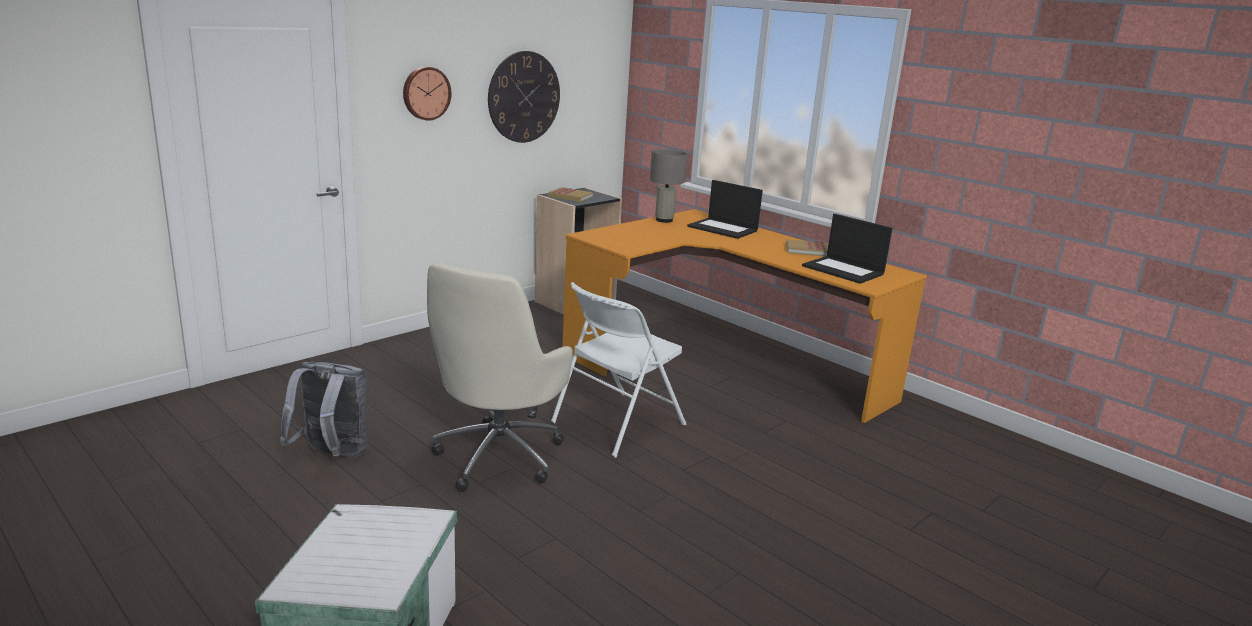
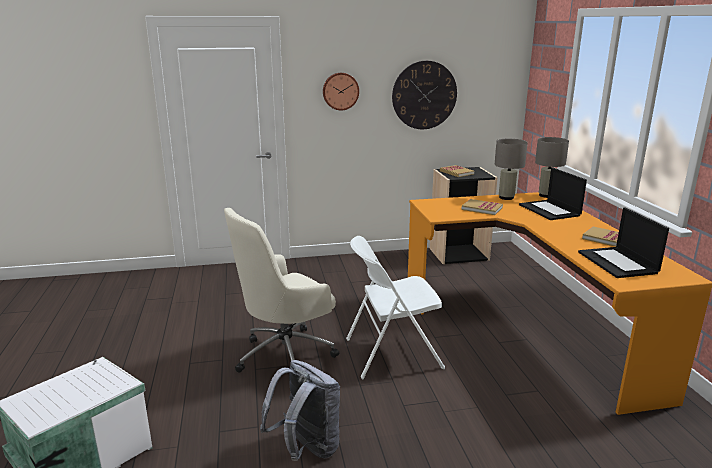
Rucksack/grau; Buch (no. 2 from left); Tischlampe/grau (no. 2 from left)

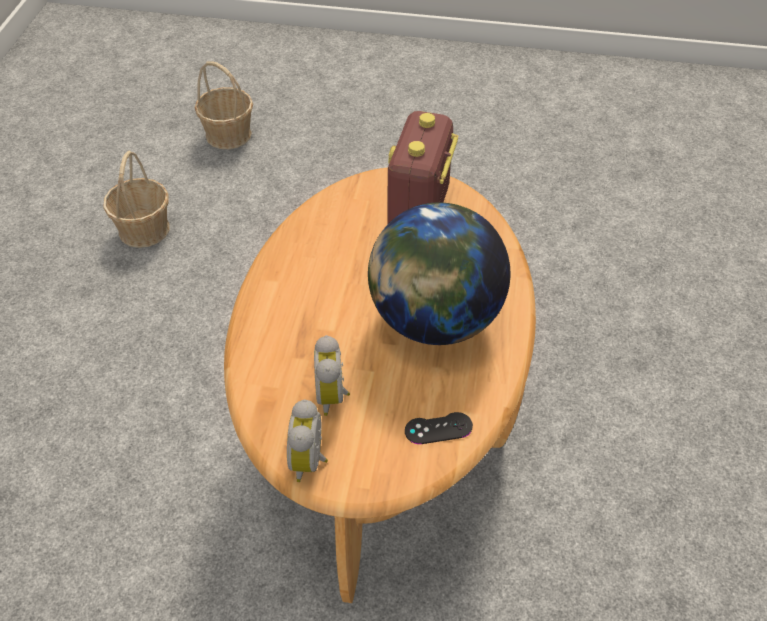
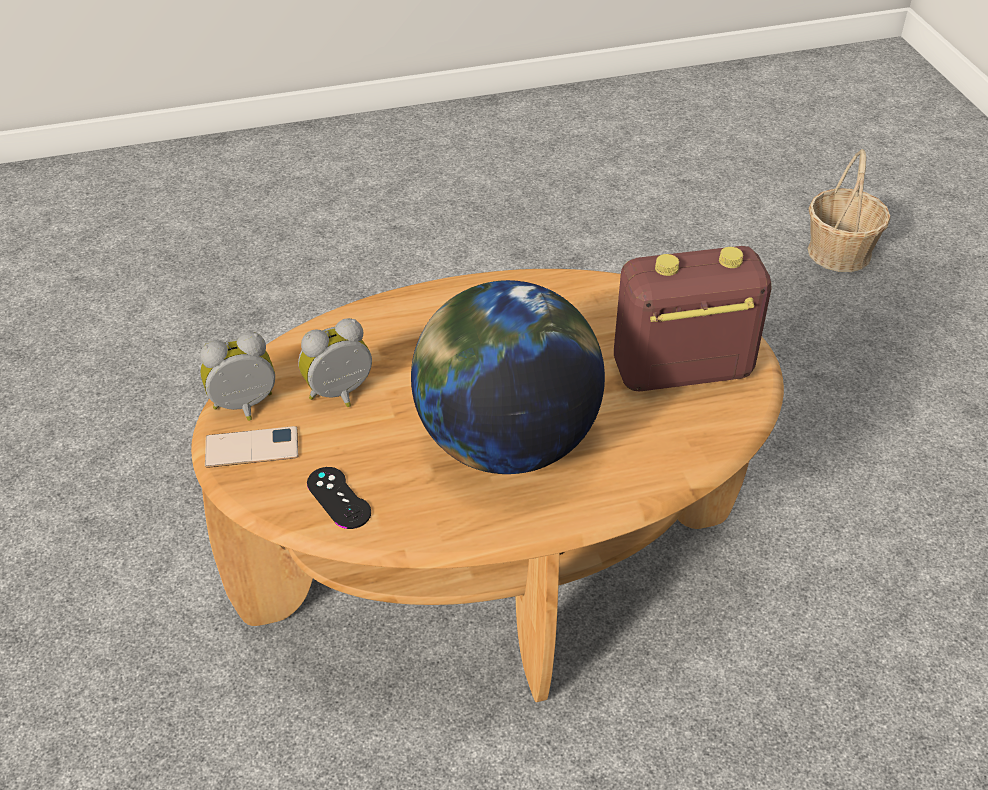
Korb (no. 1 from left in the first image); Handy

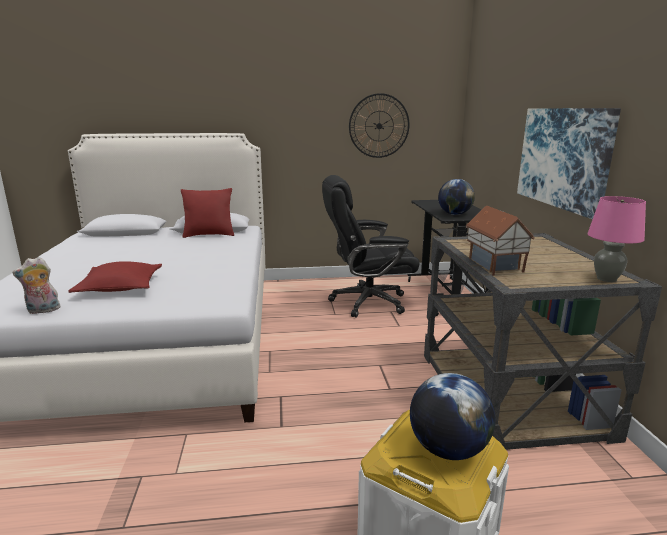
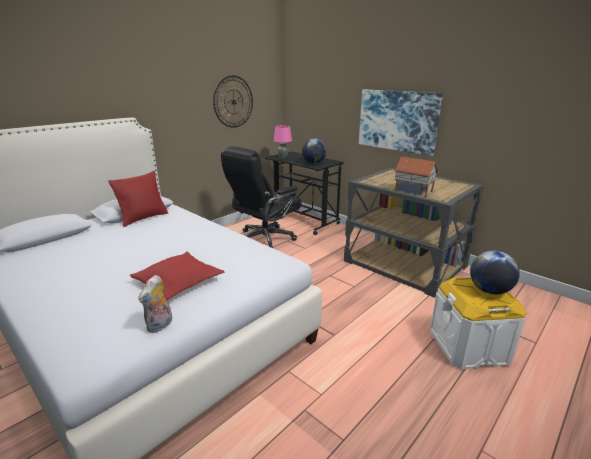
Tischlampe/rosa

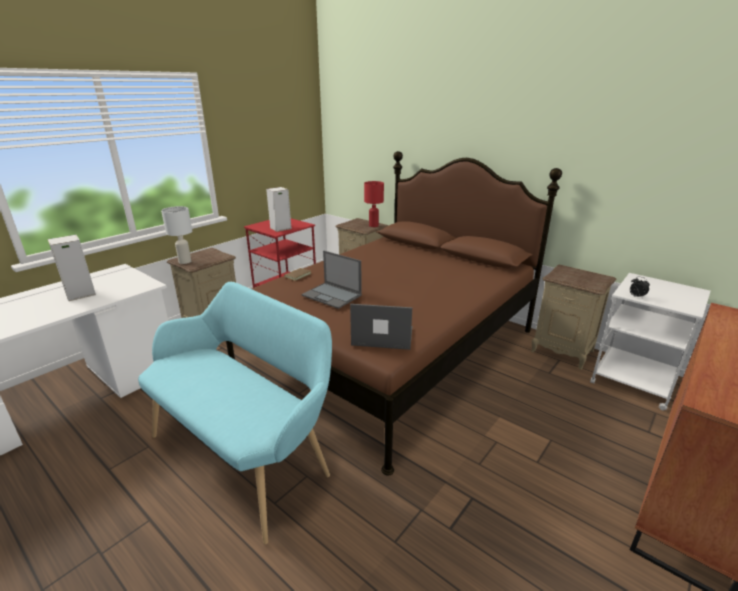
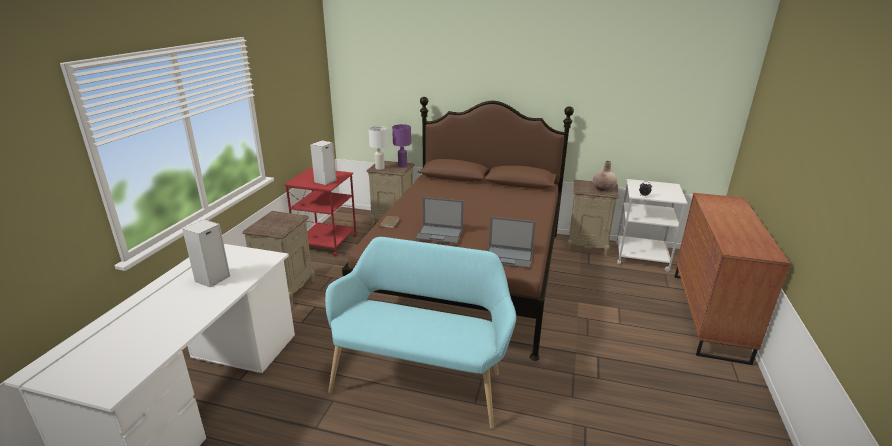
Tischlampe/weiß; Laptop (no. 2 from left); Tischlampe/lila; Vase/beige

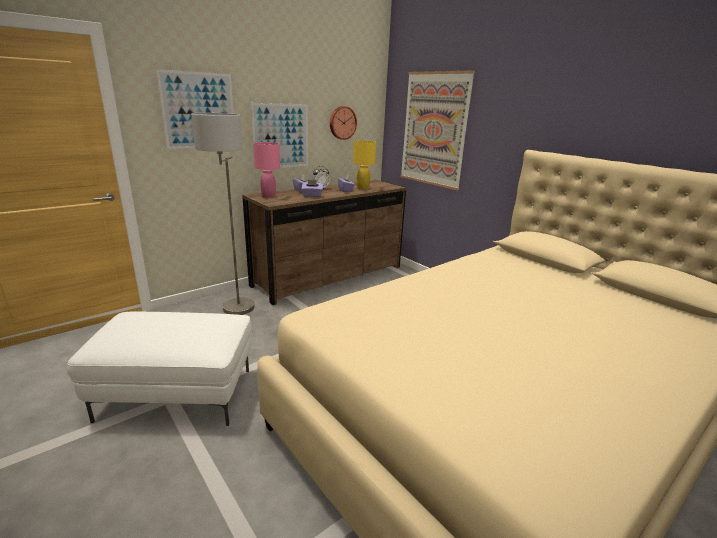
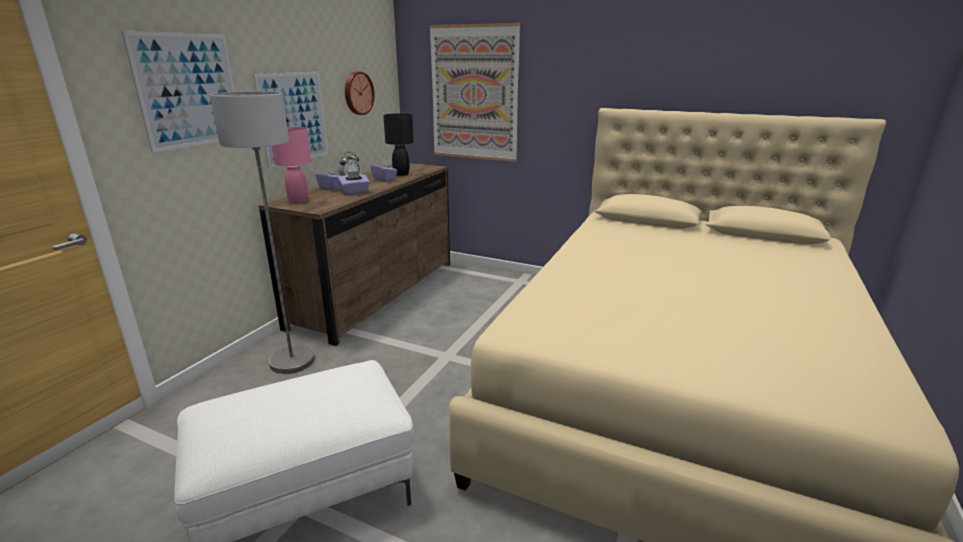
Tischlampe/schwarz

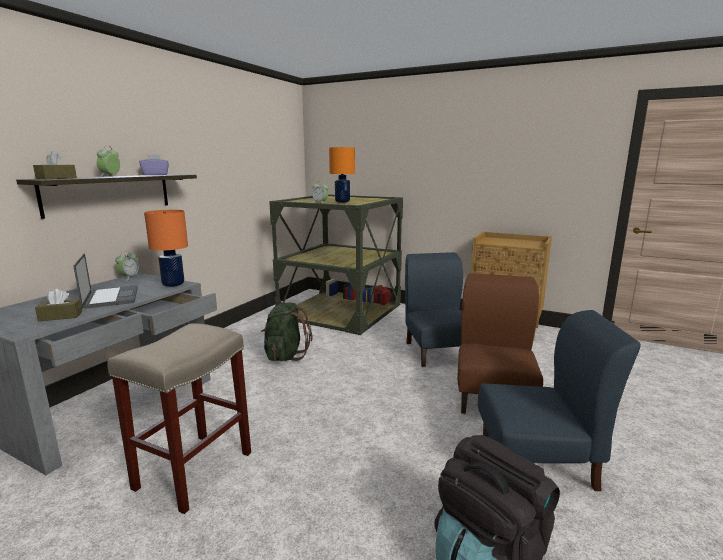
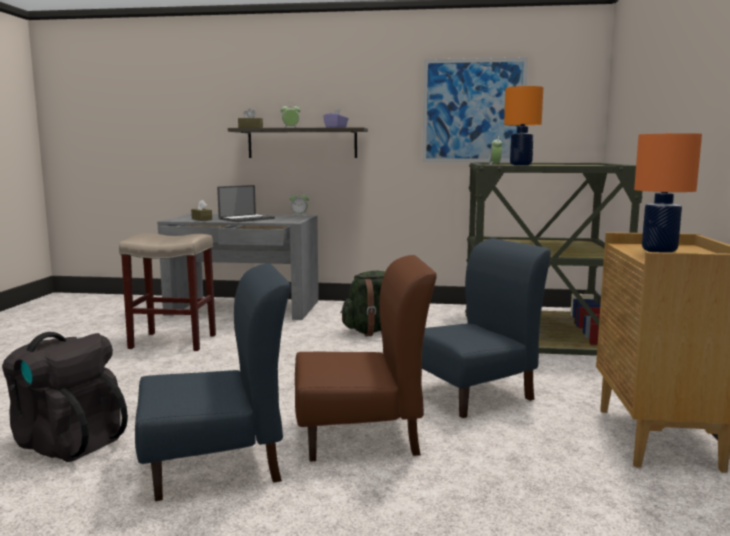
Tischlampe/orange (no. 2 from left); Stuhl/blau (no. 1 from left); Bild

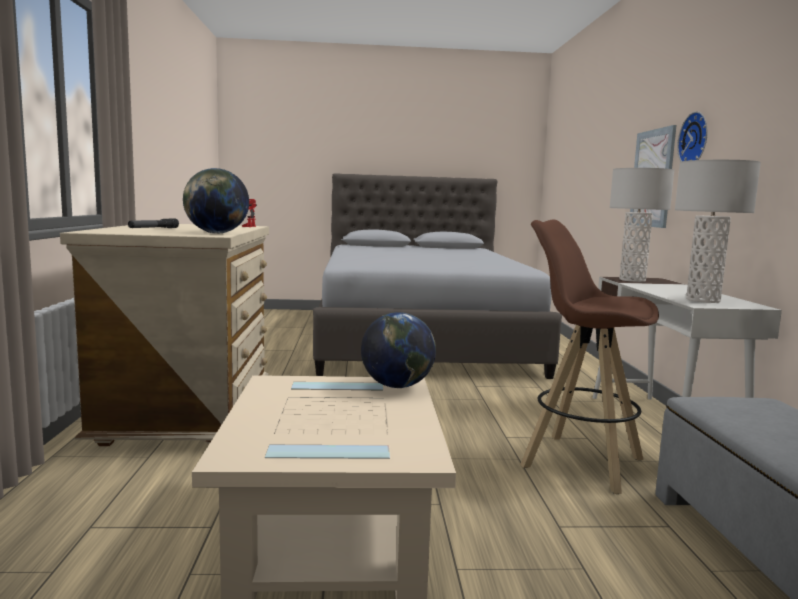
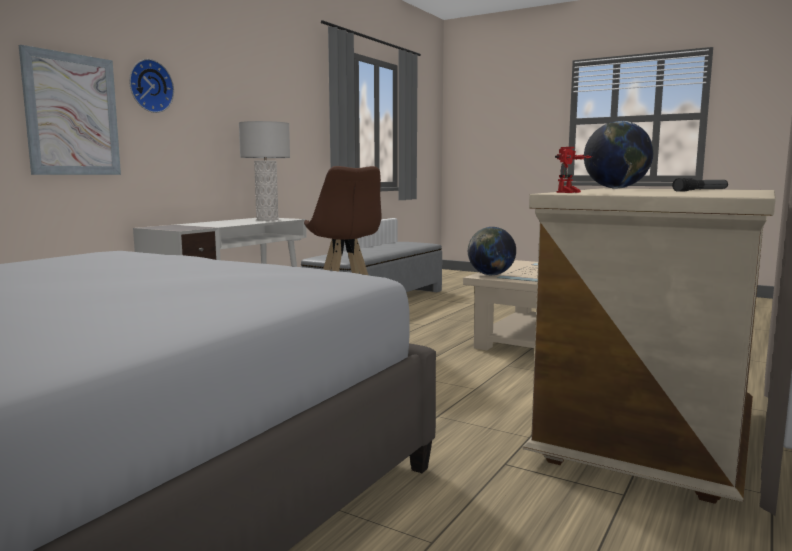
Tischlampe/weiß (no. 1 from left in the first image)

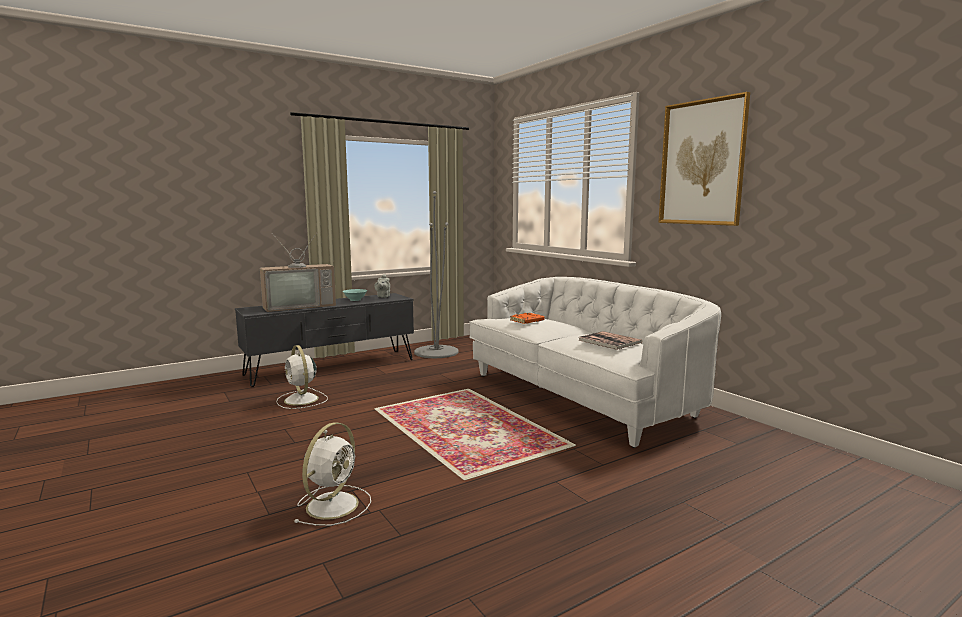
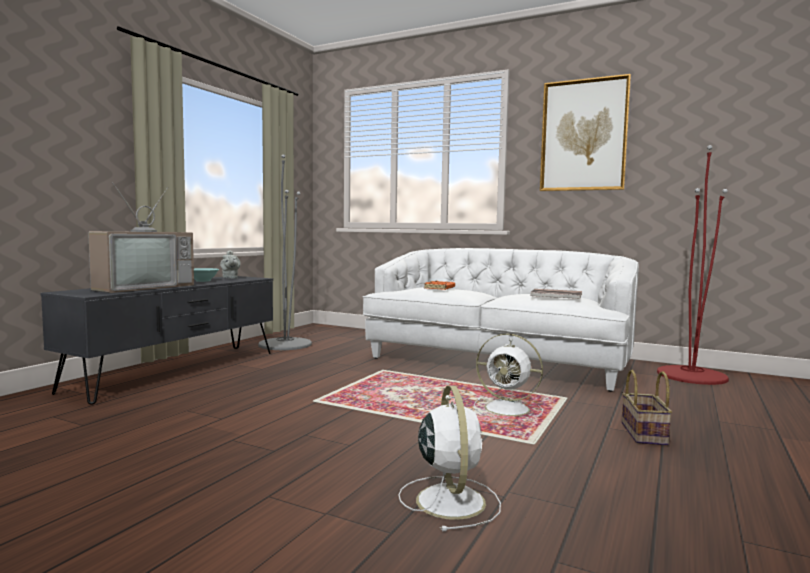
Ventilator/weiß (no. 2 from left); Korb; Stehlampe/rot

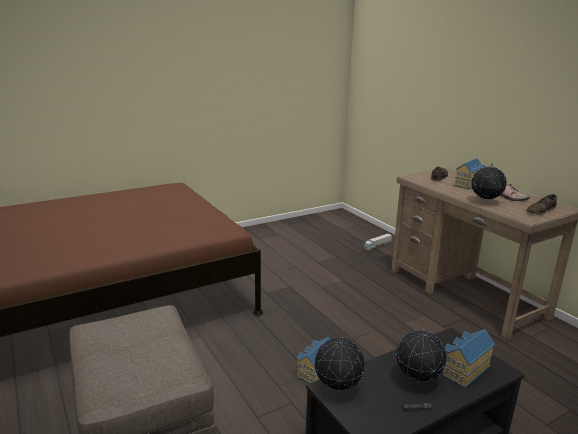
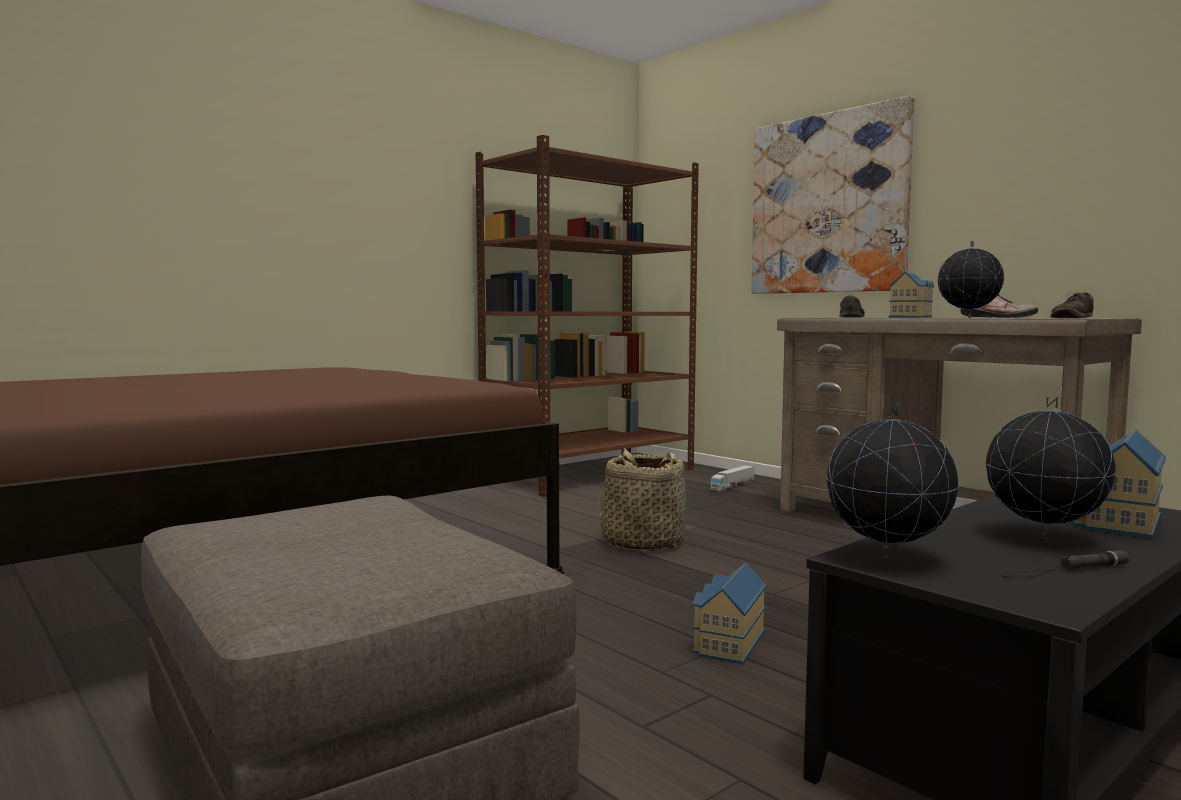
Bücherregal/braun; Korb; Bild

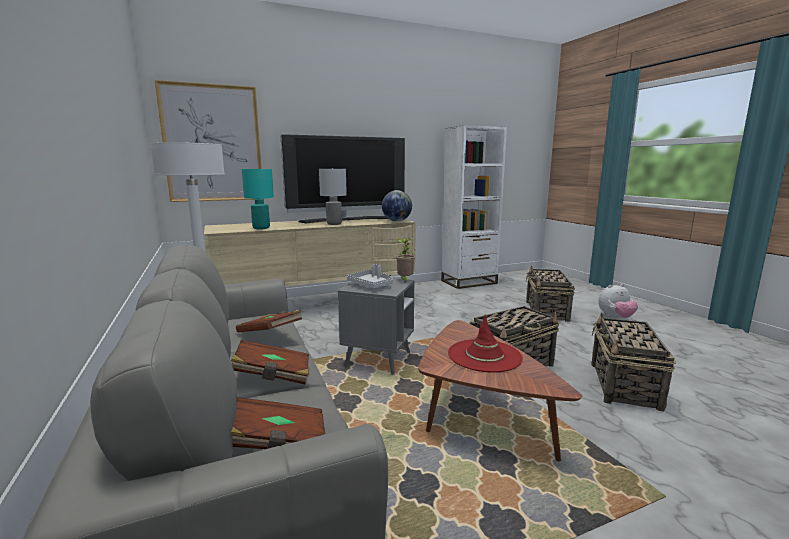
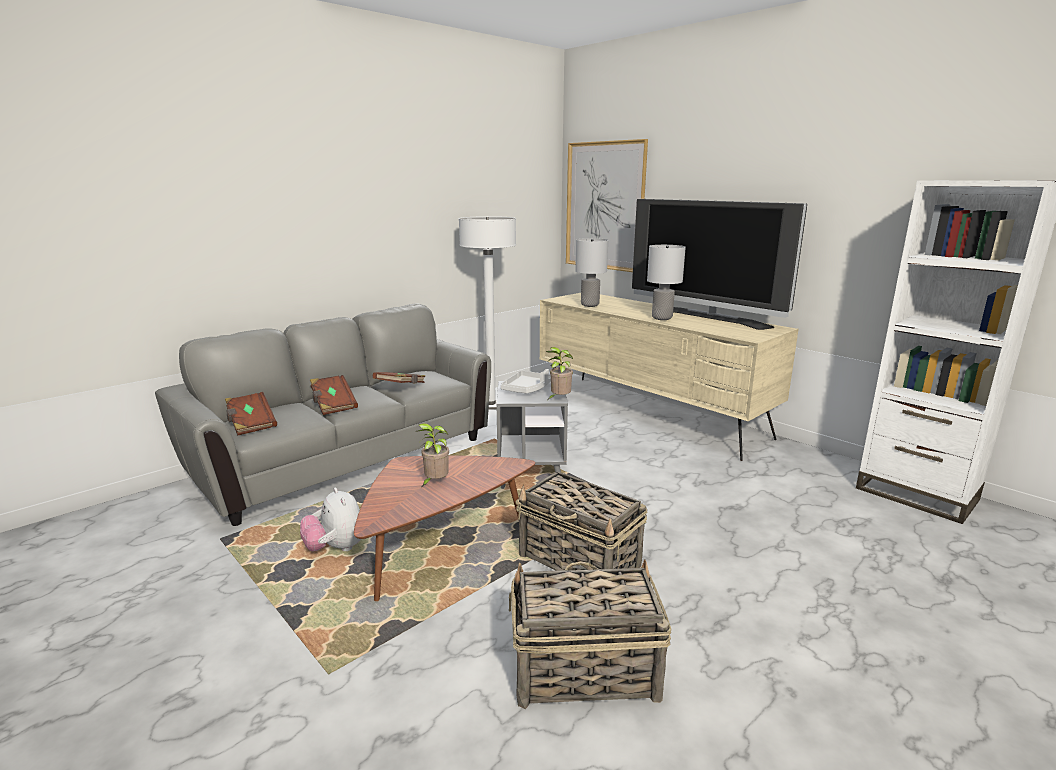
Tischlampe/grau (no. 1 from left); Globus; Topfpflanze (no. 1 from left); Korb (no. 2 from left in the first image); Plüschtier

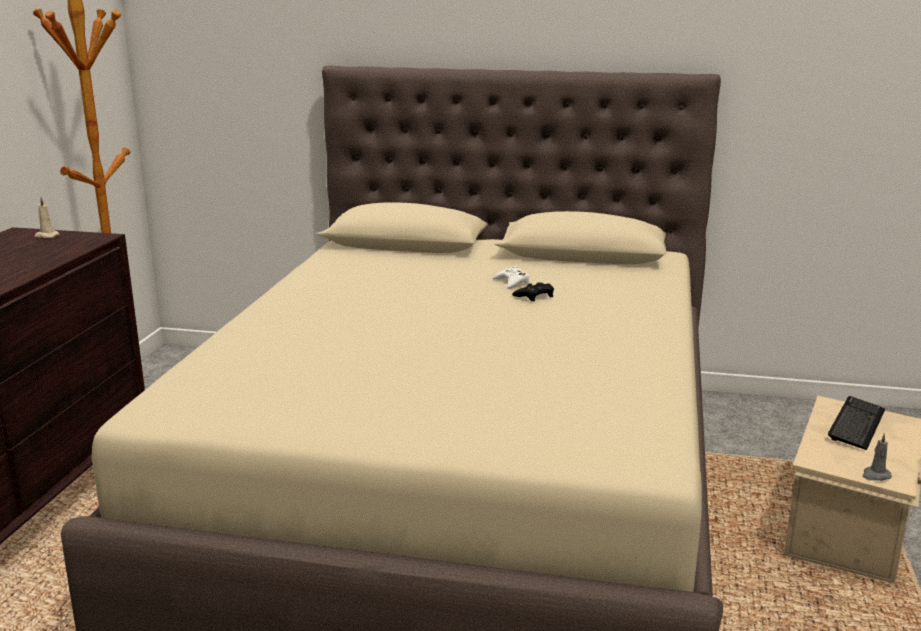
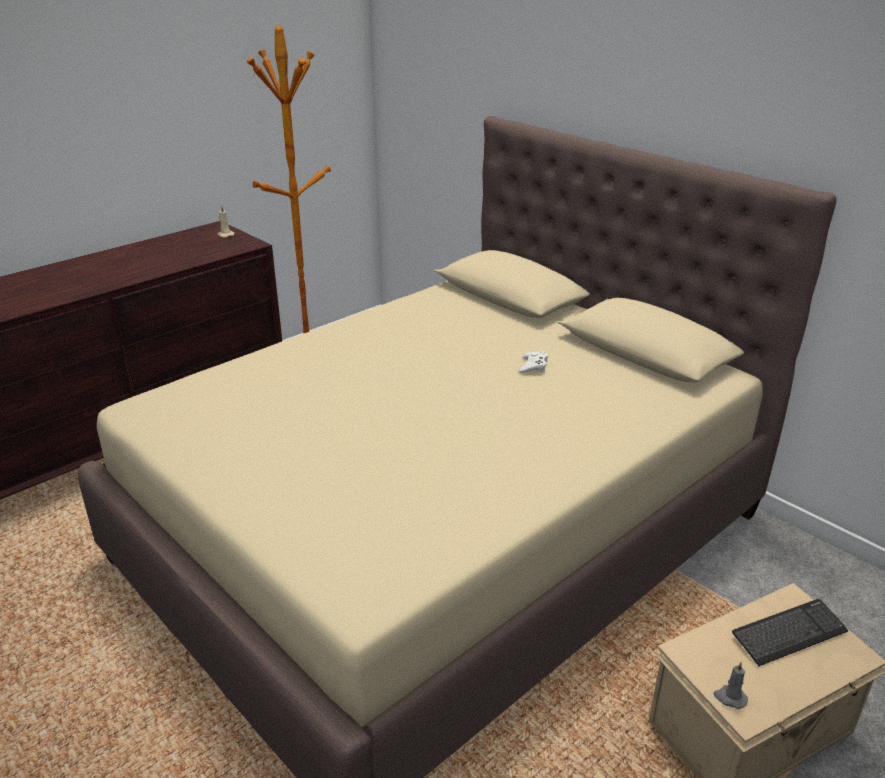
Gamepad/schwarz

